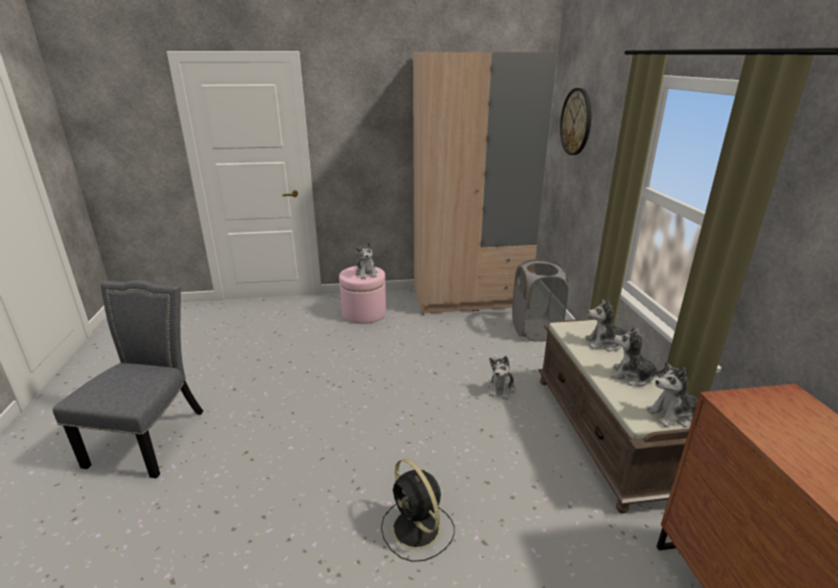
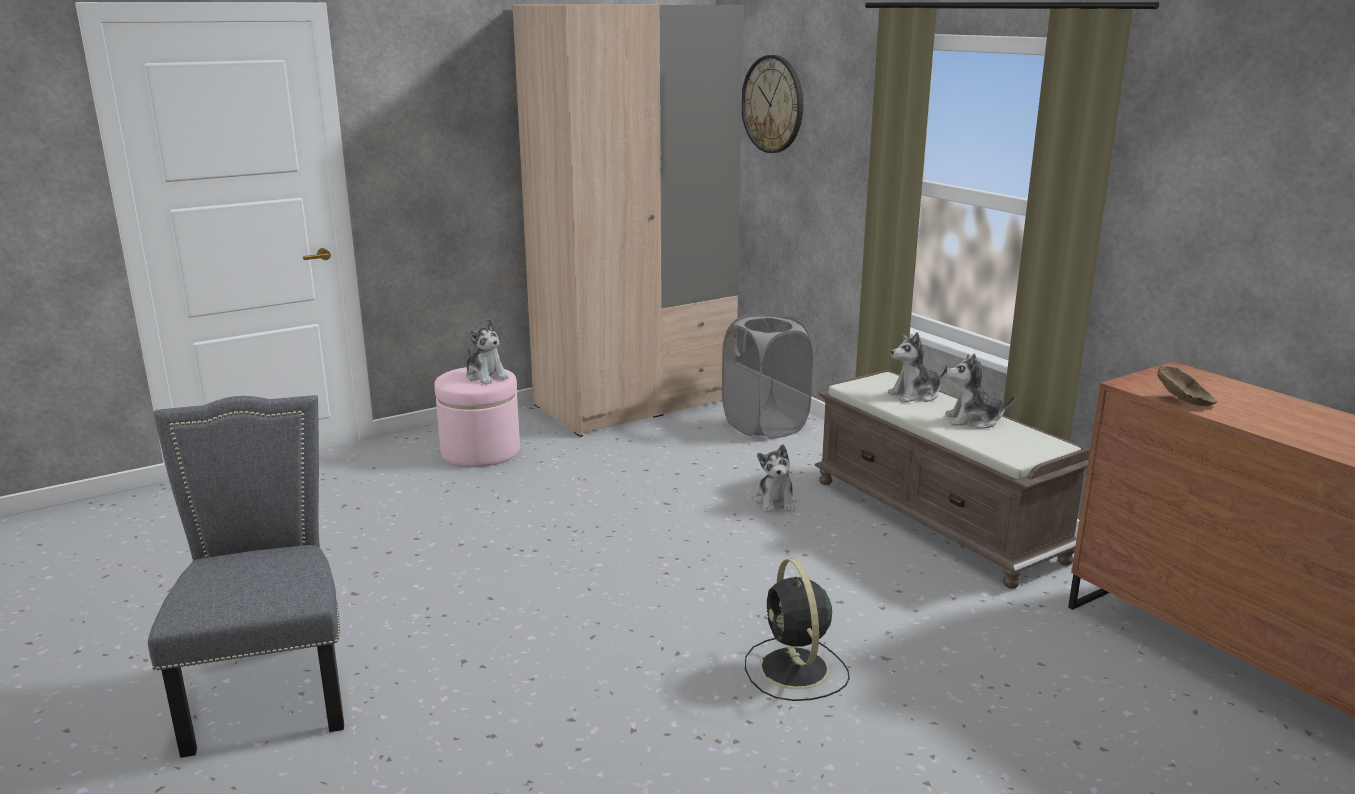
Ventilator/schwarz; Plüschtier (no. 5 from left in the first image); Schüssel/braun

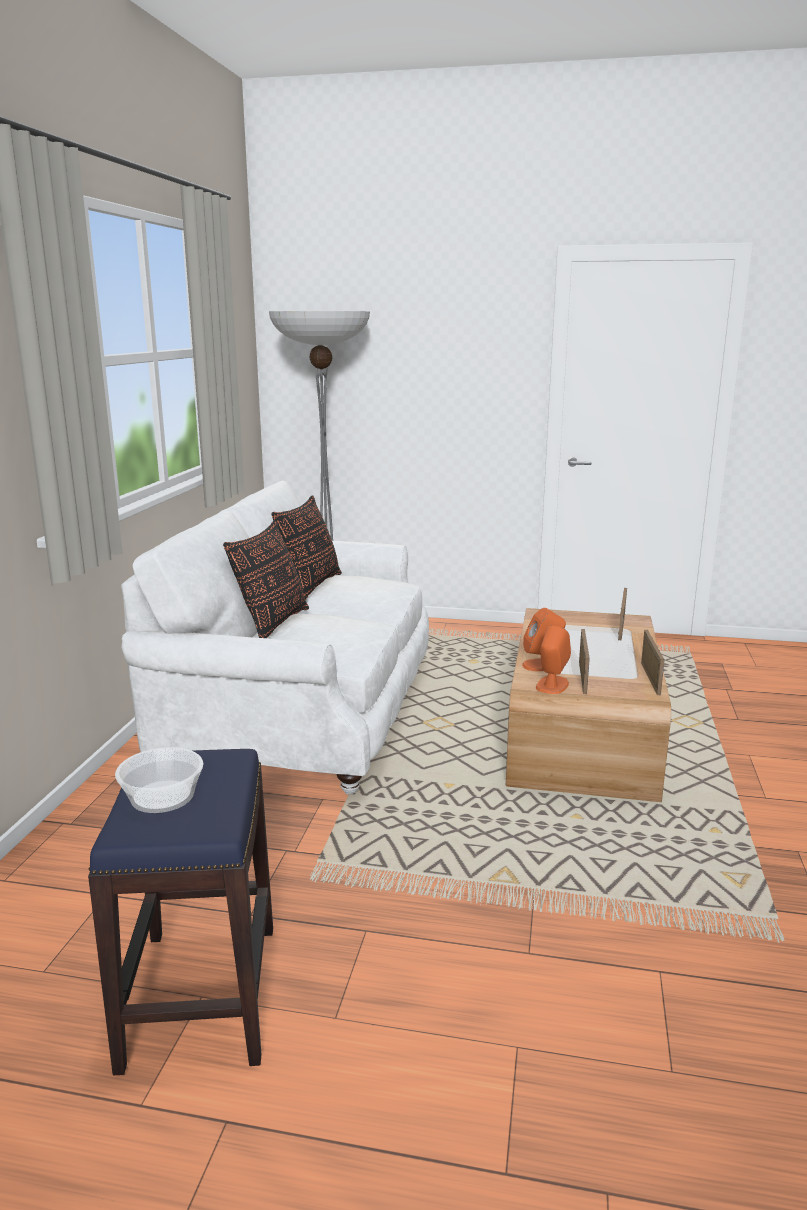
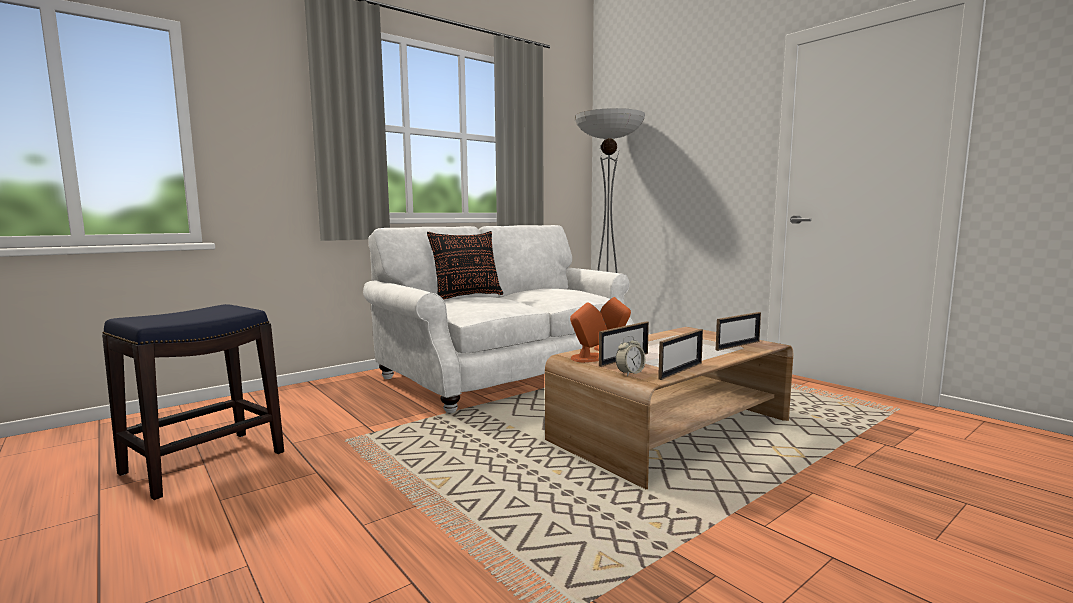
Schüssel; Kissen/schwarz (no. 2 from left in the first image); Wecker

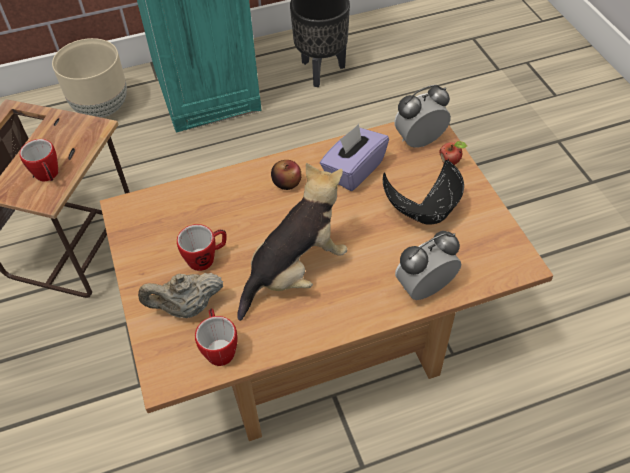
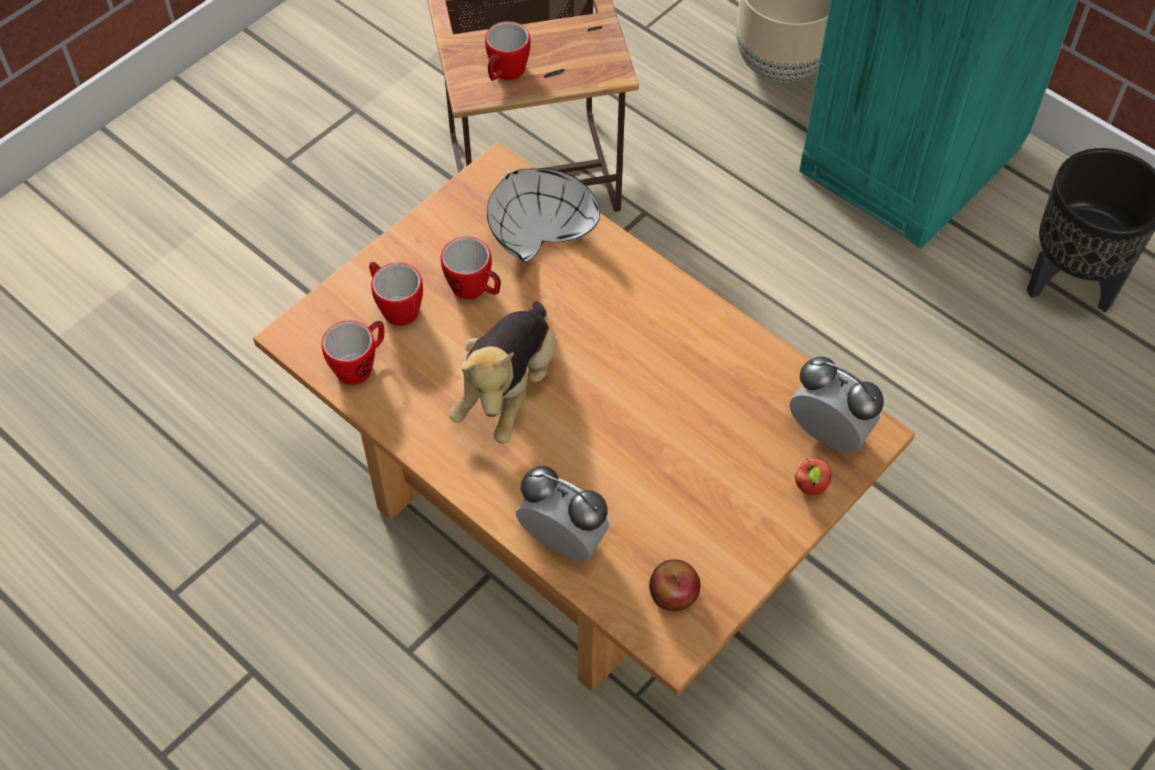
Henkelbecher (no. 2 from left); Plüschtier; Apfel (no. 1 from left); Taschentuchbox/lila; Schüssel/schwarz; Schüssel/weiß

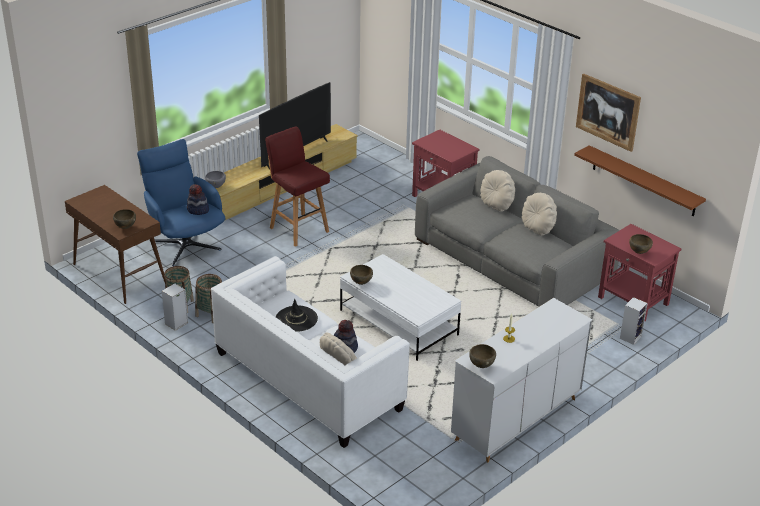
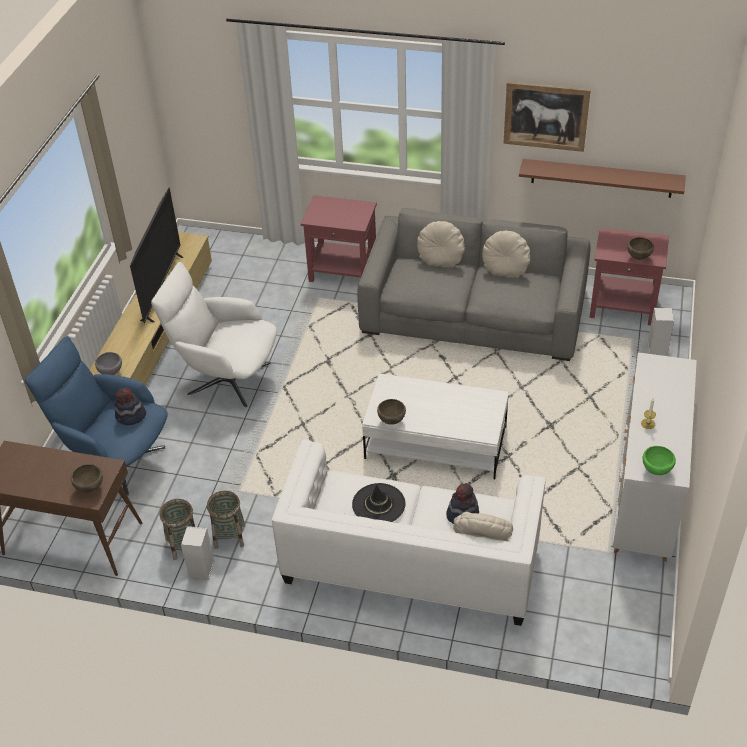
Sessel/weiß; Schüssel/grün

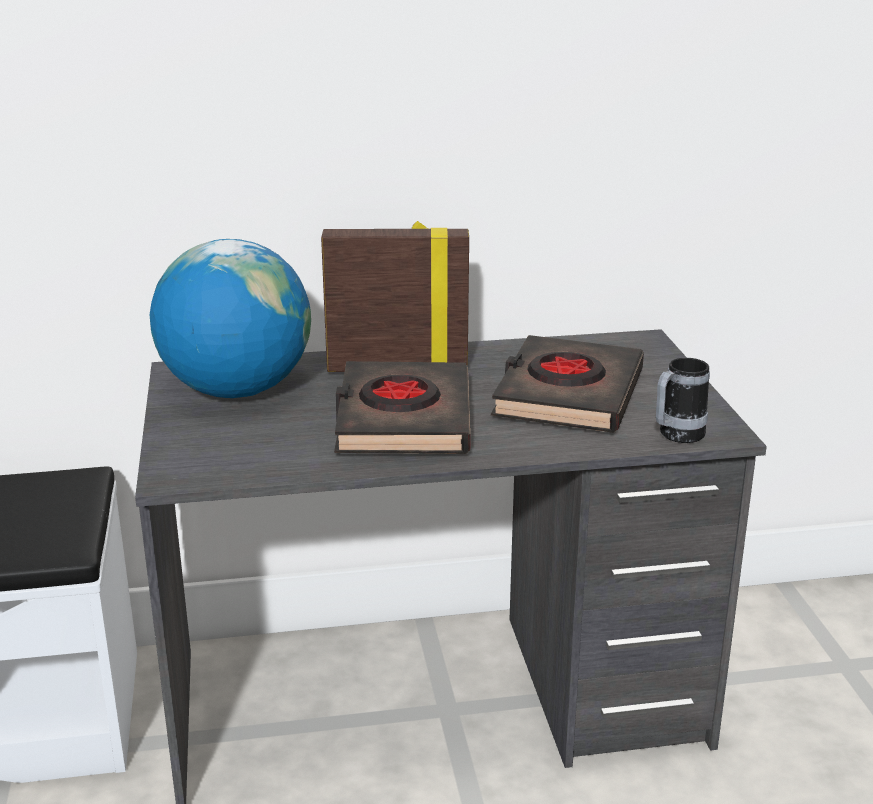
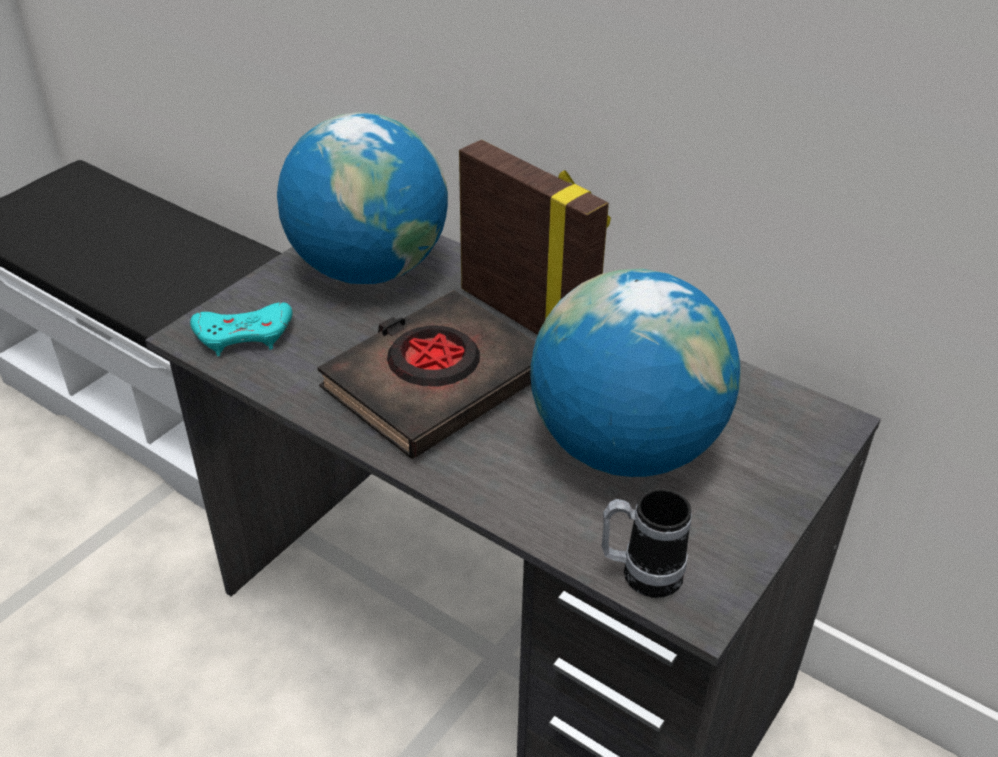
Globus (no. 2 from left); Gamepad/türkis

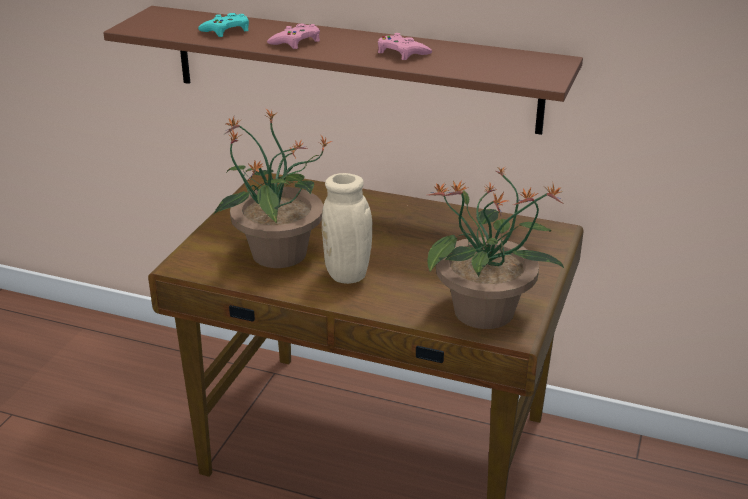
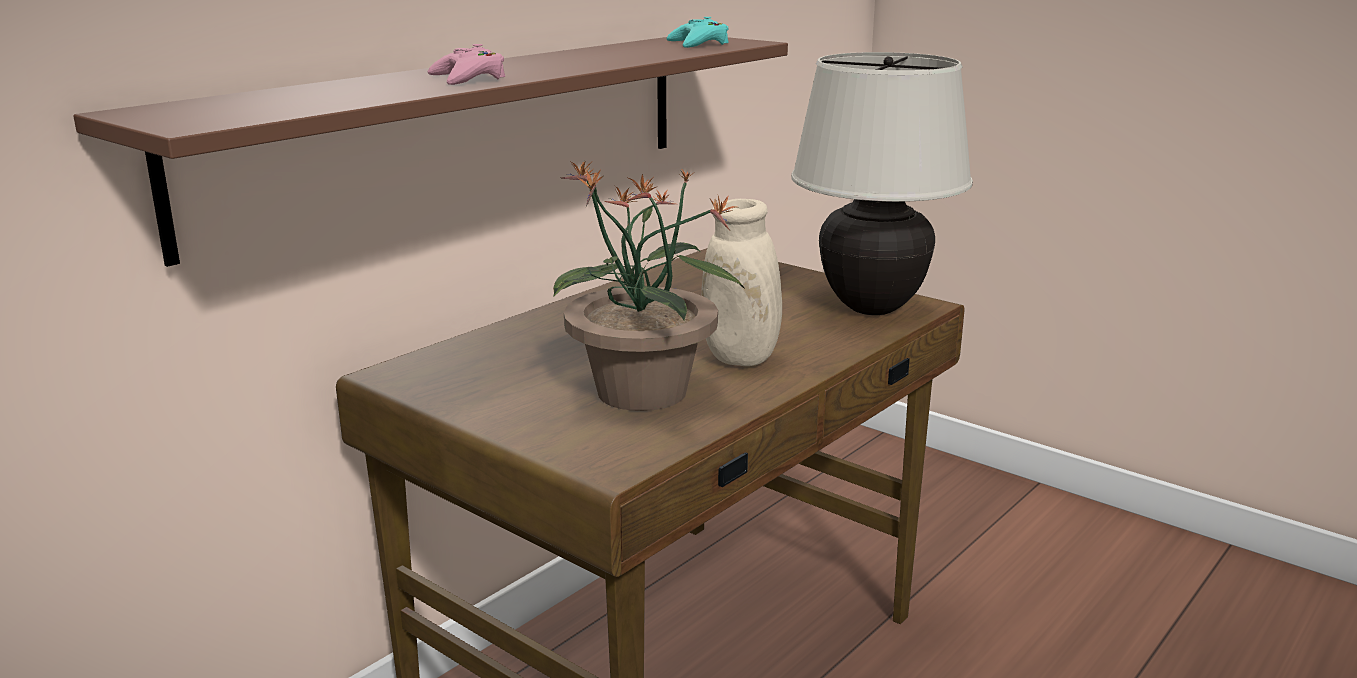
Gamepad/türkis; Gamepad/rosa (no. 2 from left in the first image); Tischlampe/beige

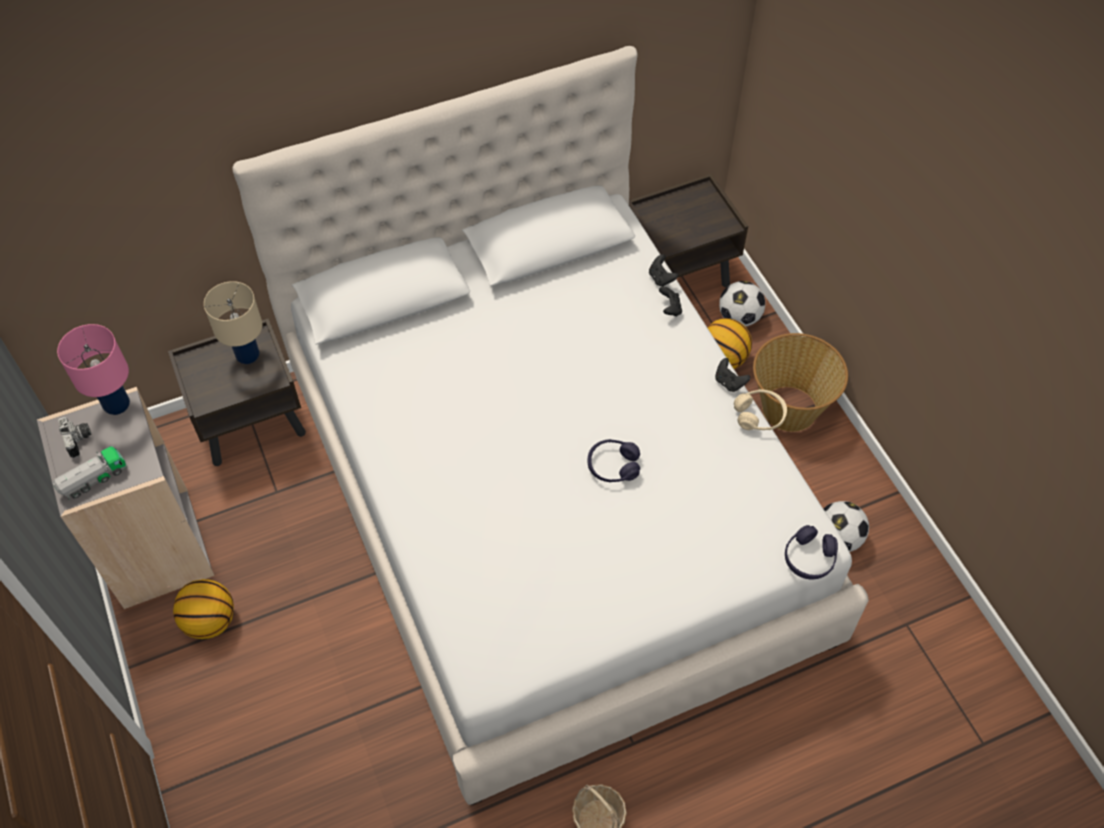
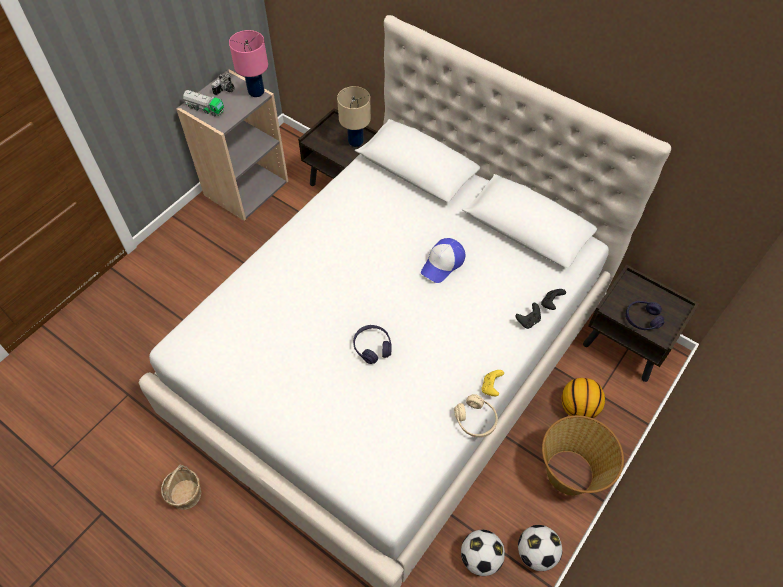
Basketball (no. 1 from left in the first image); Gamepad/gelb; Fußball (no. 2 from left); Kopfhörer/lila (no. 2 from left); Kappe

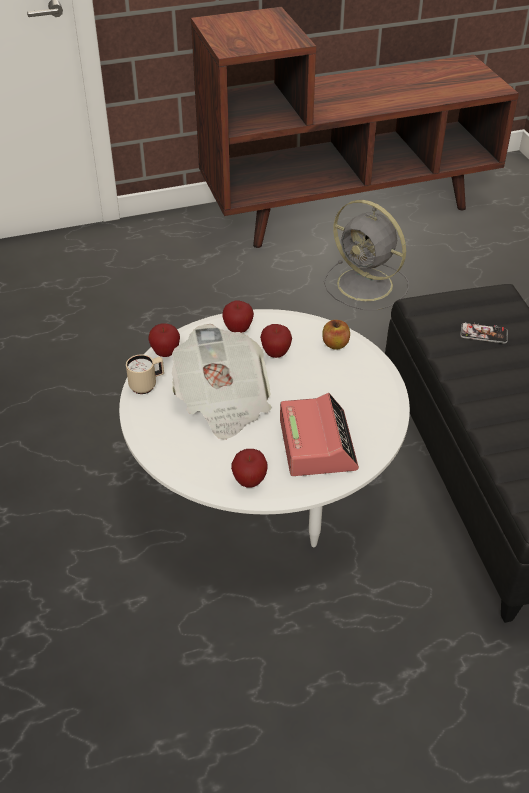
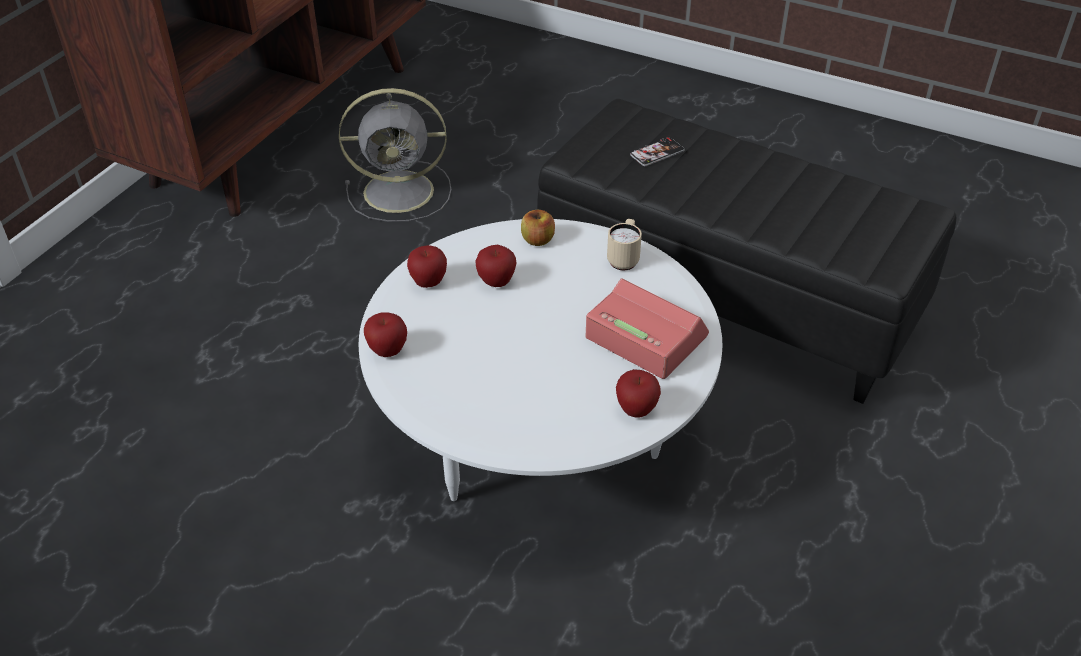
Henkelbecher/beige; Zeitung

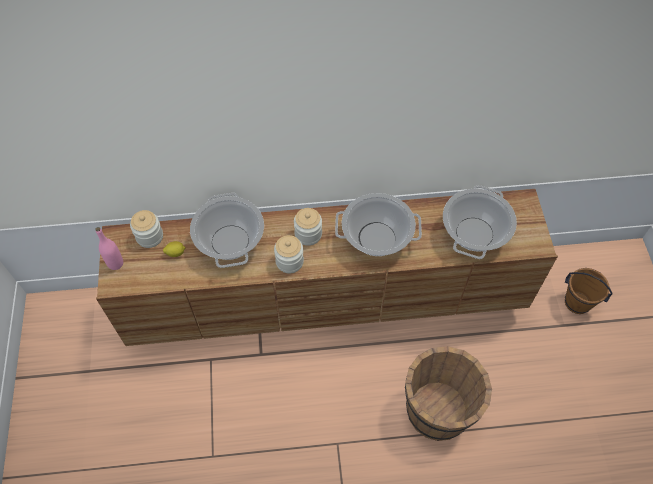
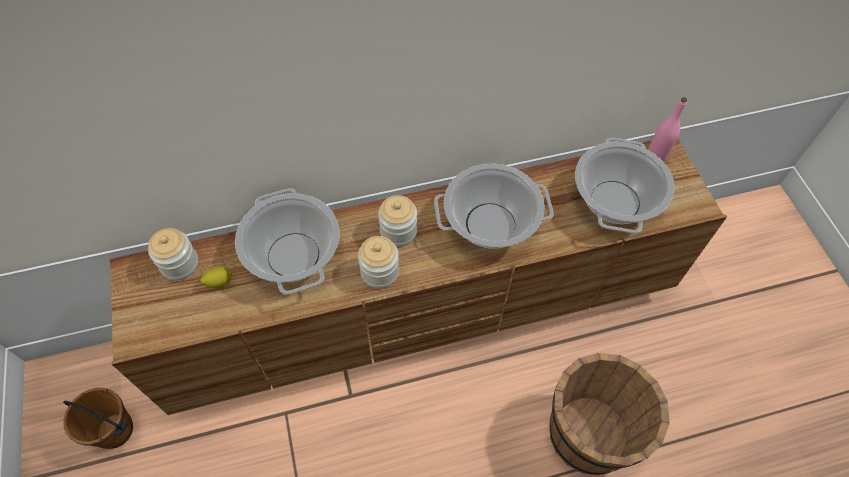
Flasche/rosa; Eimer/braun (no. 1 from left)

